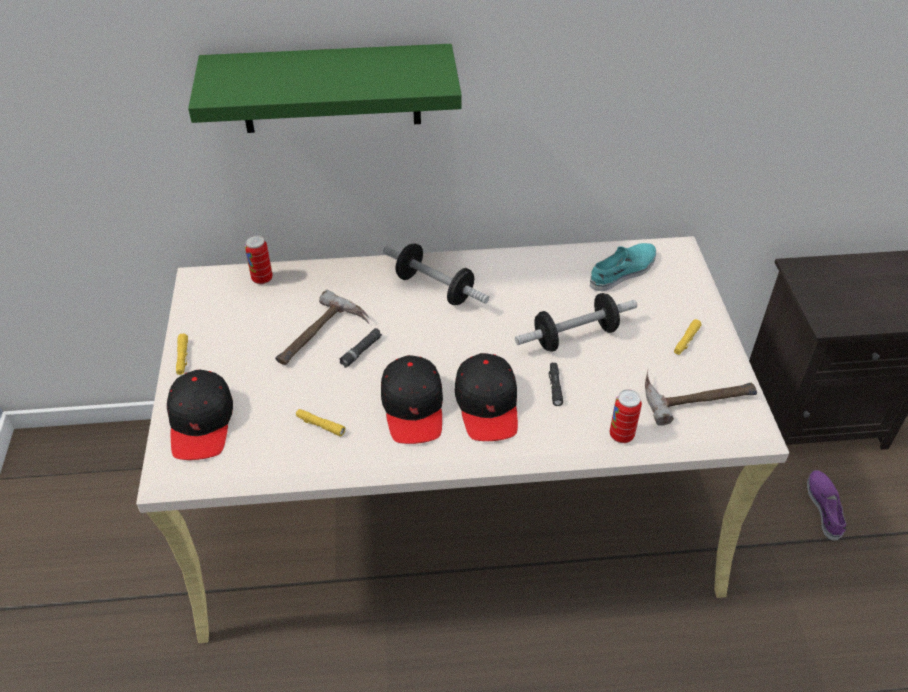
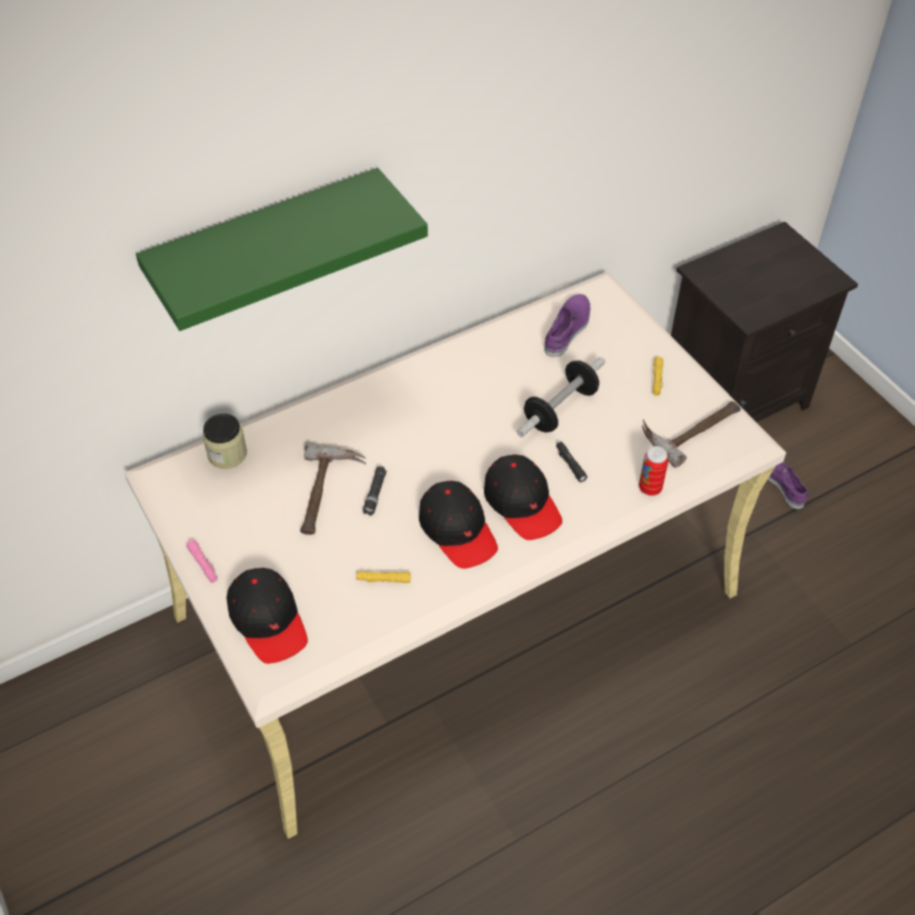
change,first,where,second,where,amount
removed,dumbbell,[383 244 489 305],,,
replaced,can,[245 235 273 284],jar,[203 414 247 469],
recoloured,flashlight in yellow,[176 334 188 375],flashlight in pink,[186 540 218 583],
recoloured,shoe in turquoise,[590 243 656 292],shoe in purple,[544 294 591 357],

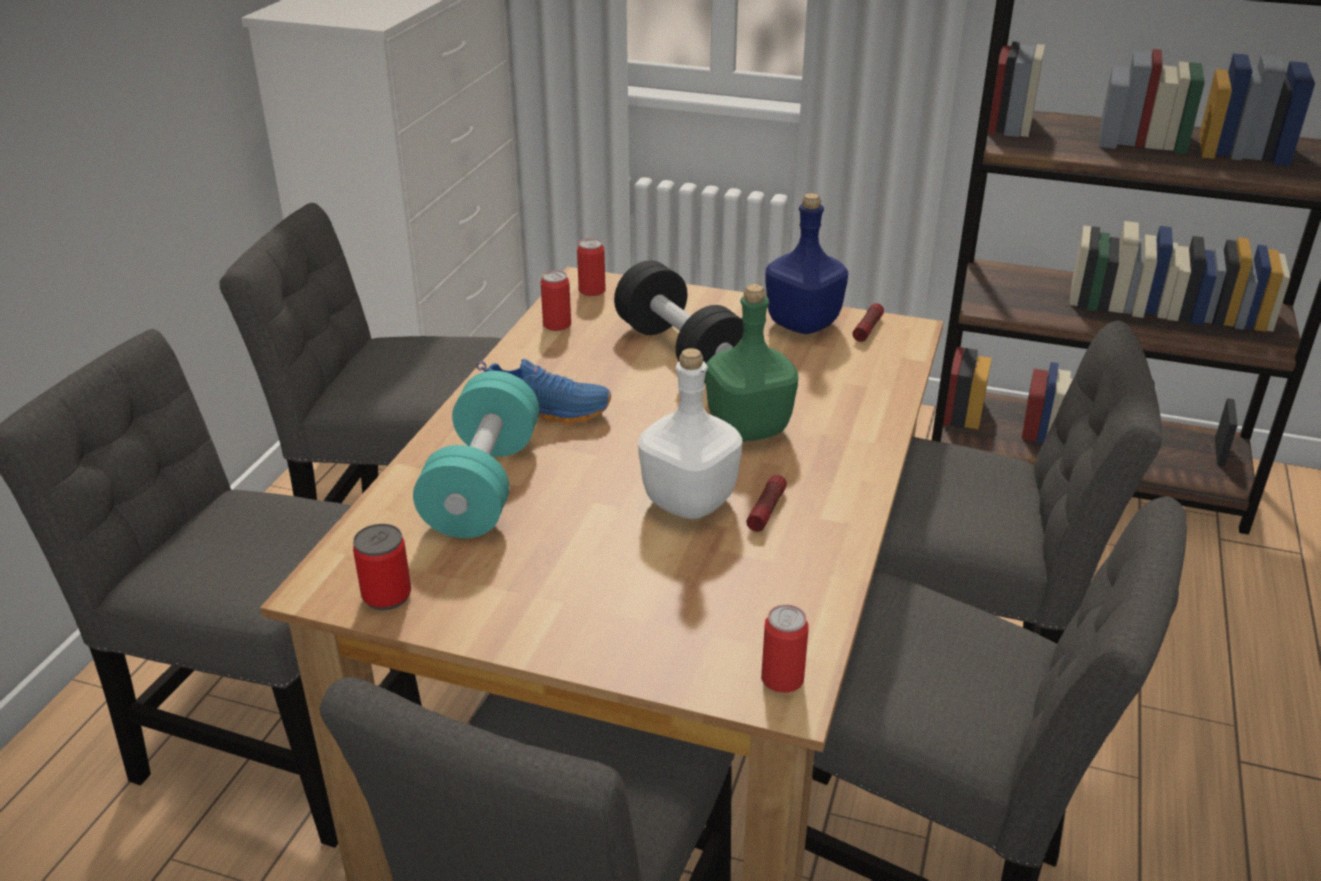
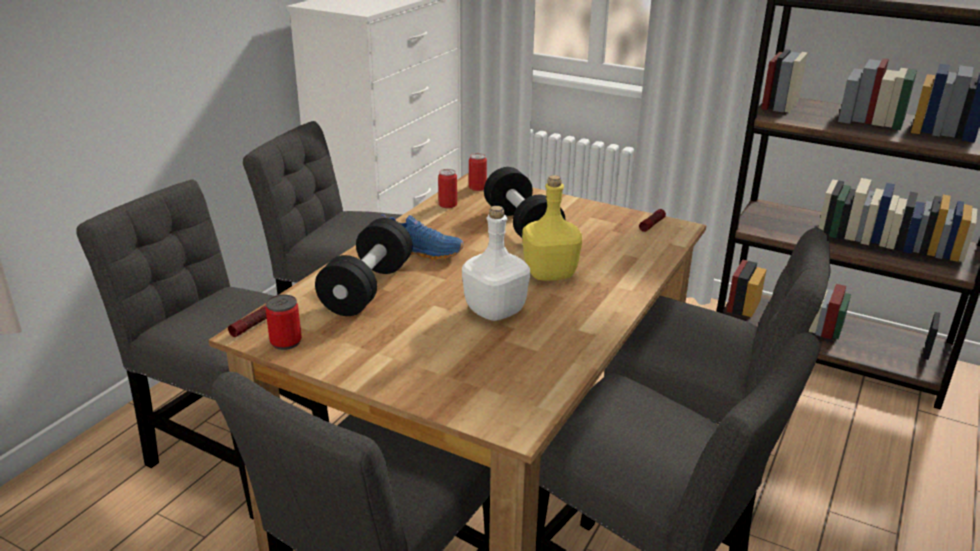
change,first,where,second,where,amount
removed,can,[761 604 808 693],,,
removed,bottle in blue,[765 193 848 334],,,
moved,flashlight,[746 475 787 532],,[228 305 267 337],
recoloured,dumbbell in turquoise,[413 371 539 538],dumbbell in black,[315 218 413 316],
recoloured,bottle in green,[705 284 798 441],bottle in yellow,[522 175 582 281],

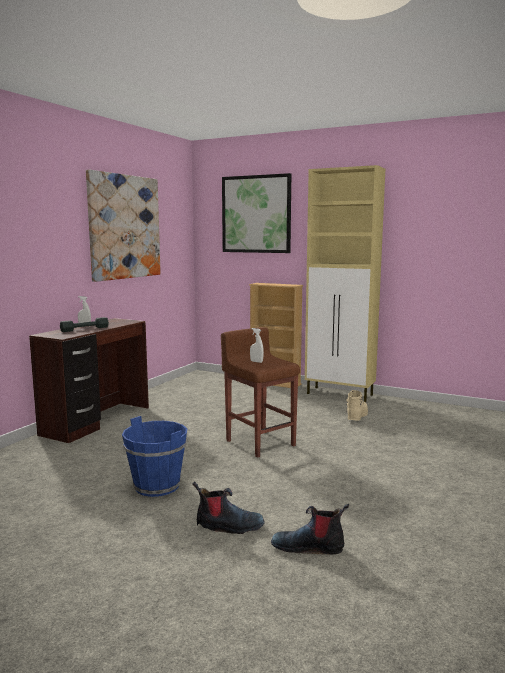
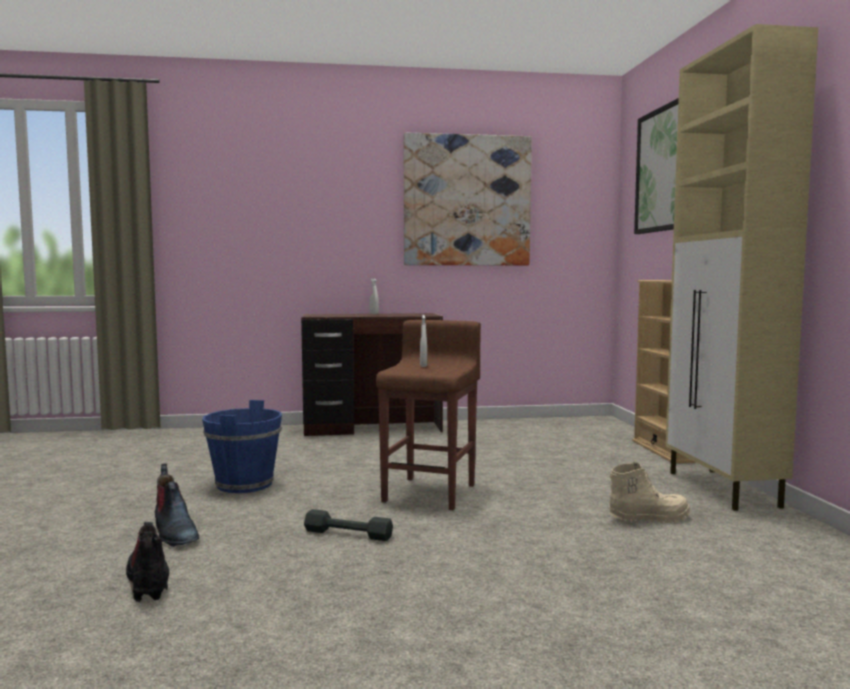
change,first,where,second,where,amount
moved,dumbbell in grey,[60 317 109 332],,[304 509 393 541],

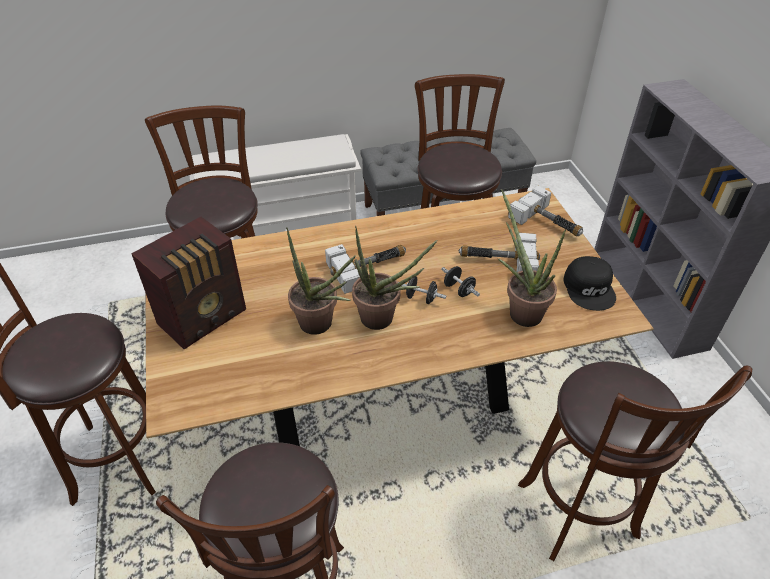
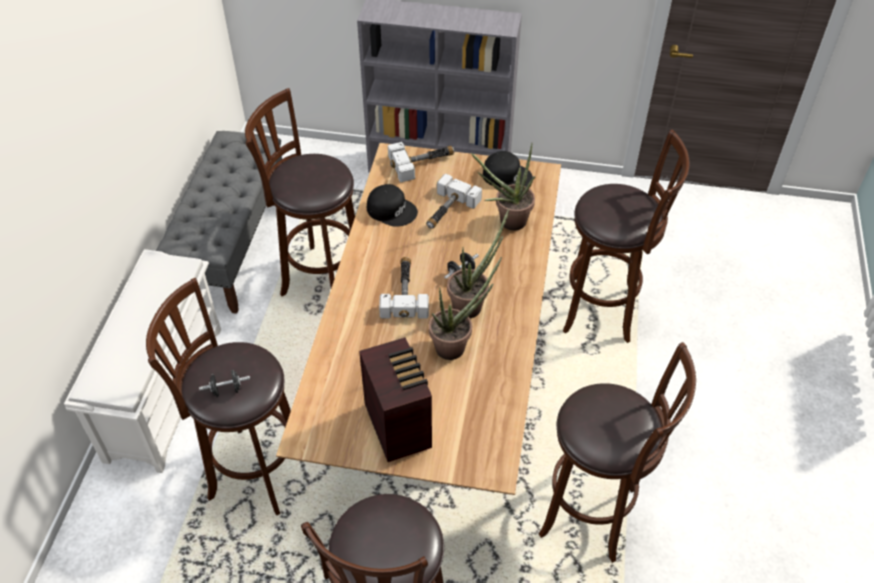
change,first,where,second,where,amount
added,,,cap in black,[367 184 418 227],
moved,dumbbell in black,[441 266 480 297],,[199 370 250 397],

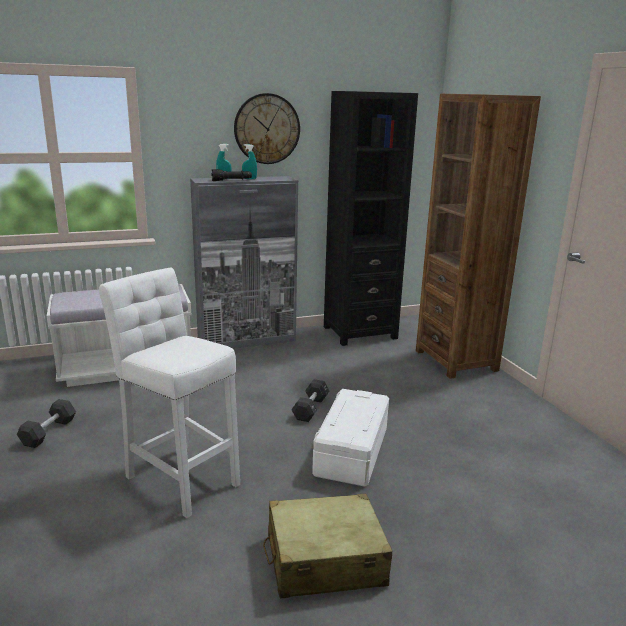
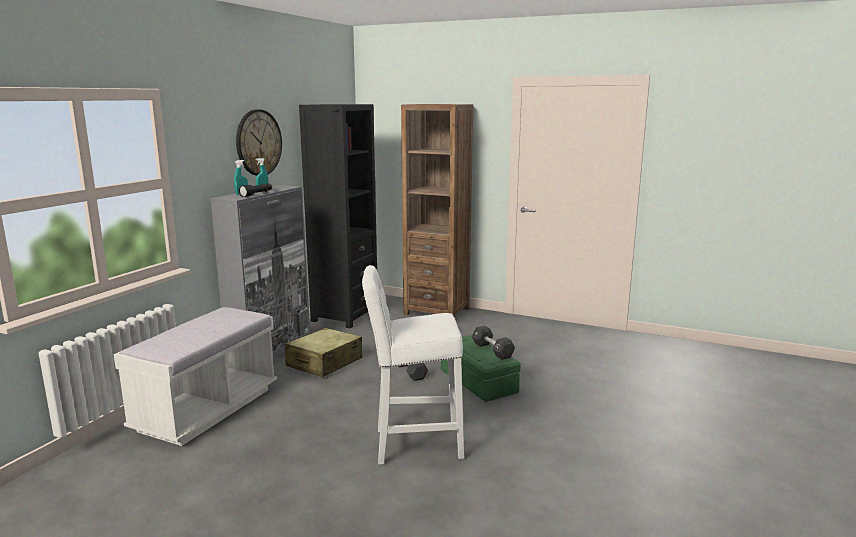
change,first,where,second,where,amount
moved,dumbbell in black,[17 399 76 448],,[472 326 515 360],
moved,suitcase in beige,[263 494 393 599],,[285 328 363 377],
recoloured,storage box in white,[312 389 389 487],storage box in green,[441 335 521 402],

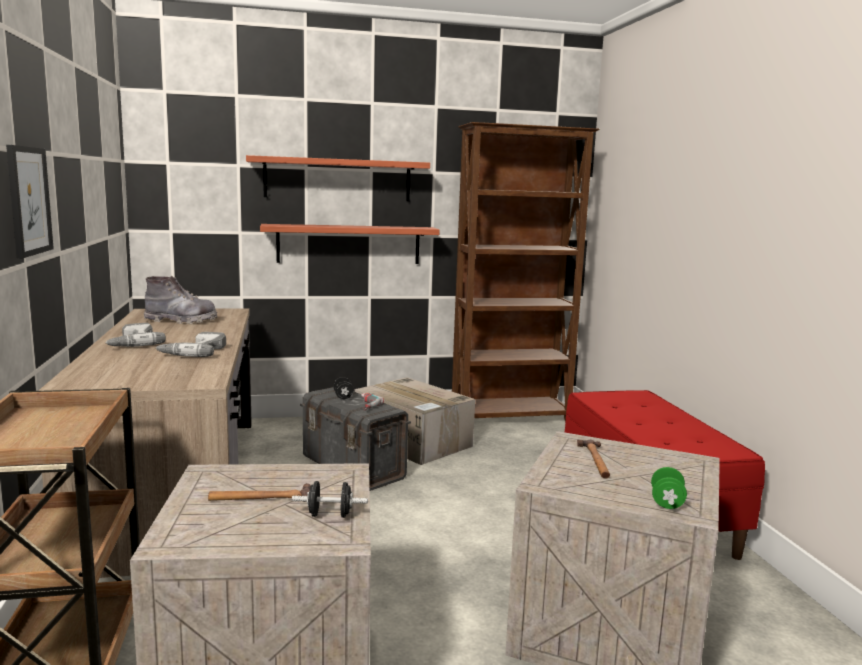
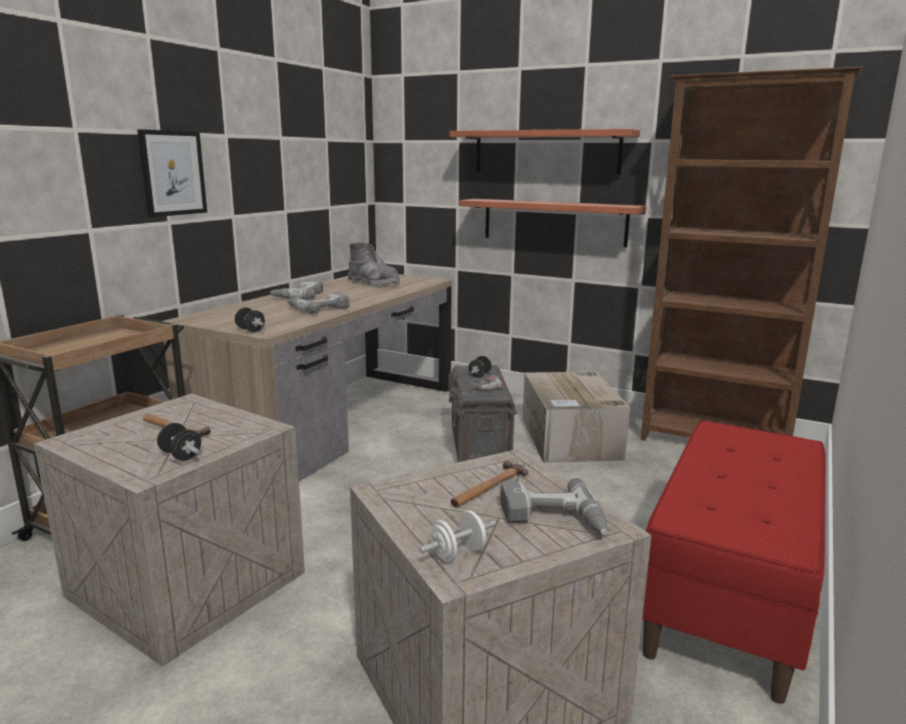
change,first,where,second,where,amount
added,,,dumbbell in black,[235 307 265 332],
added,,,power drill,[500 478 608 534],
recoloured,dumbbell in green,[651 467 687 509],dumbbell in white,[419 510 496 562],

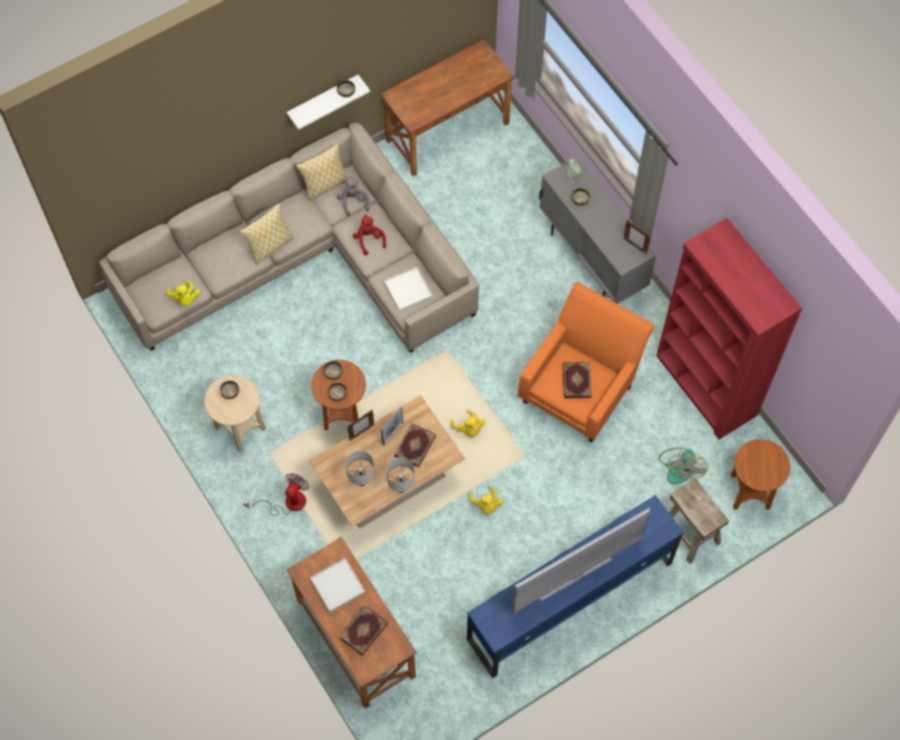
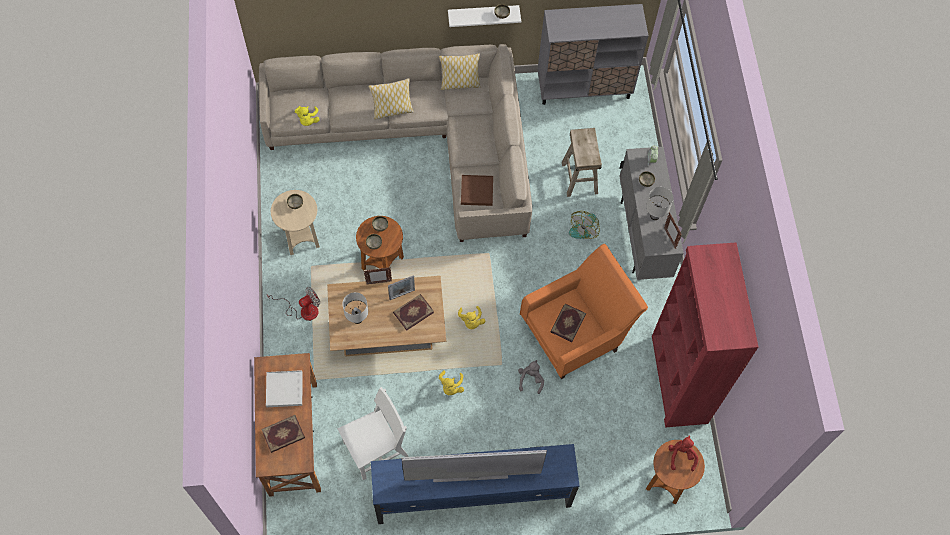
change,first,where,second,where,amount
added,,,chair in white,[337 387 409 480],
moved,plush toy in grey,[337 176 370 217],,[518 360 544 394],
moved,plush toy in red,[353 214 386 255],,[668 436 698 471],
moved,table lamp in white,[386 457 415 493],,[646 187 674 220],
moved,fan,[659 448 708 484],,[569 211 600 239],
moved,stool in beige,[669 478 729 564],,[562 128 602 197],
replaced,desk in brown,[380 39 514 176],cabinet in grey,[537 4 649 105],
recoloured,tray in white,[384 267 433 312],tray in brown,[461 175 493 206],

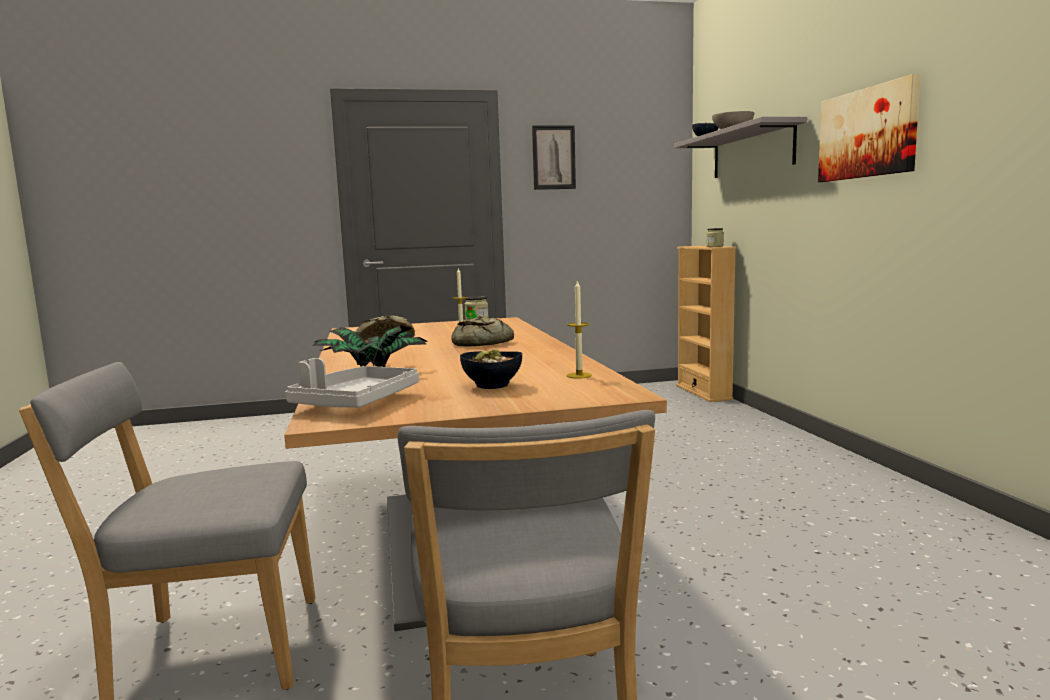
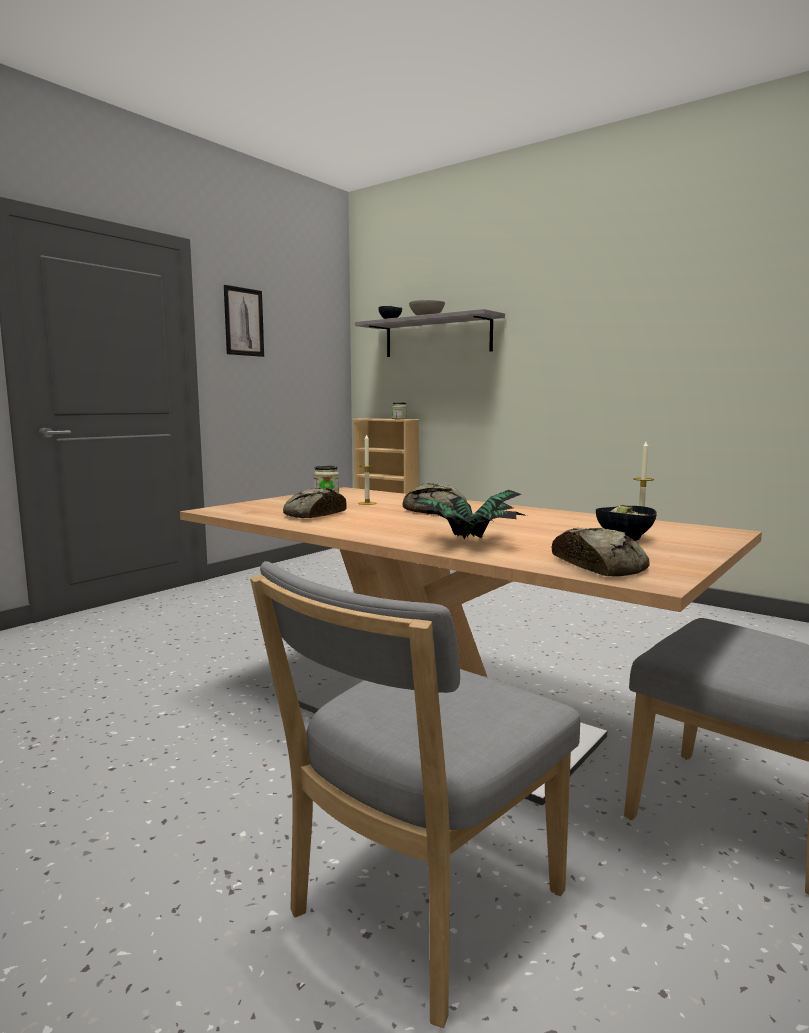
change,first,where,second,where,amount
removed,picture,[818 74 921 182],,,
replaced,tray in grey,[285 358 419 408],bread,[551 528 650 577],

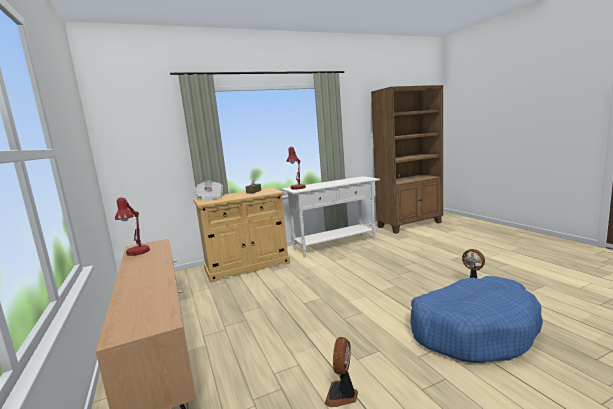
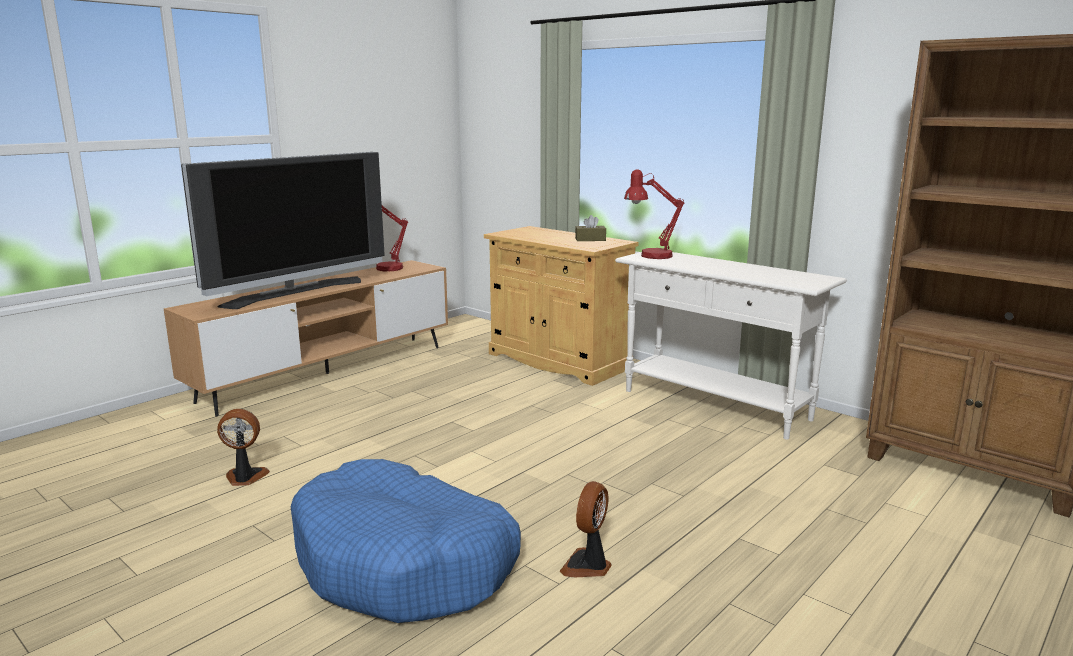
change,first,where,second,where,amount
removed,newspaper,[195 181 223 201],,,
added,,,television,[181 152 385 309],

